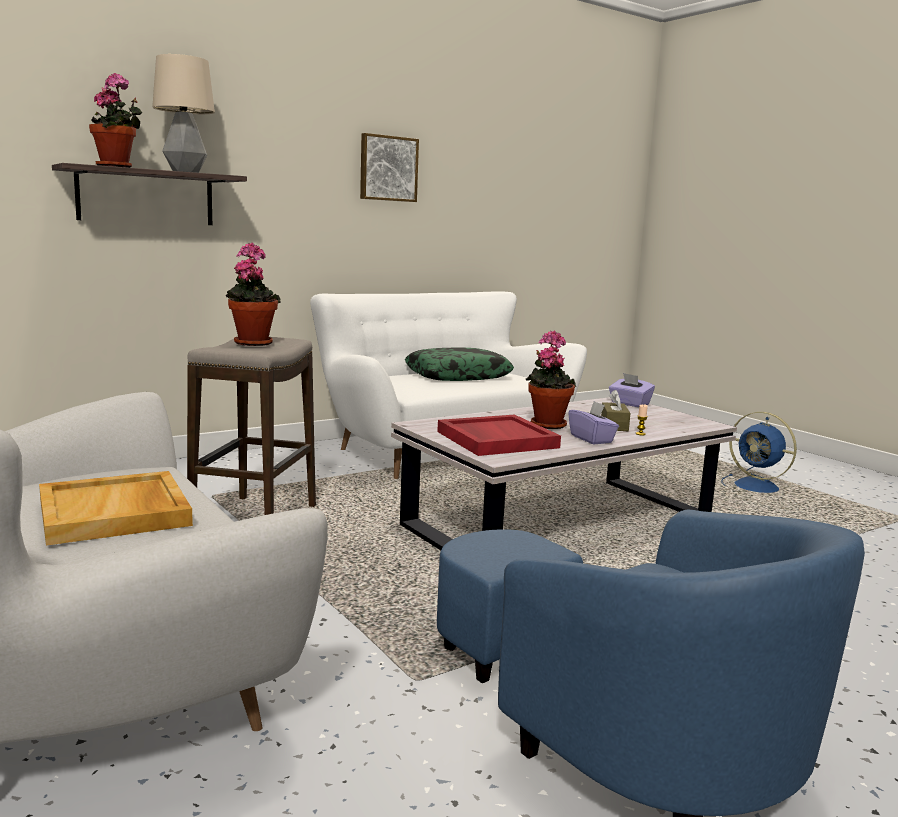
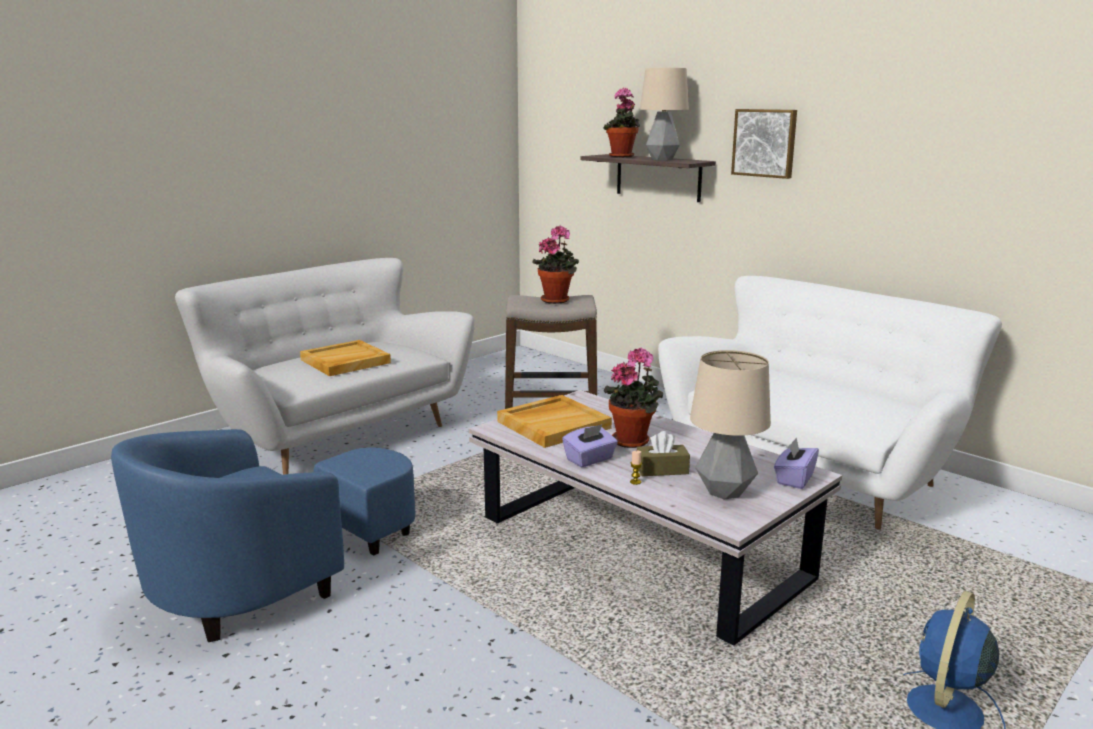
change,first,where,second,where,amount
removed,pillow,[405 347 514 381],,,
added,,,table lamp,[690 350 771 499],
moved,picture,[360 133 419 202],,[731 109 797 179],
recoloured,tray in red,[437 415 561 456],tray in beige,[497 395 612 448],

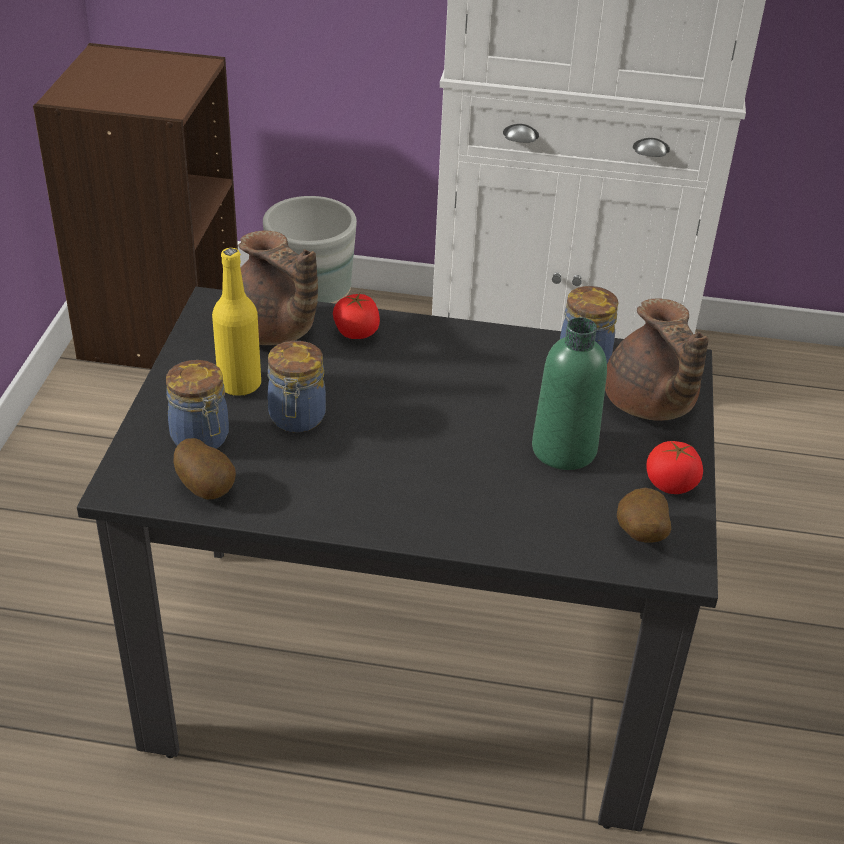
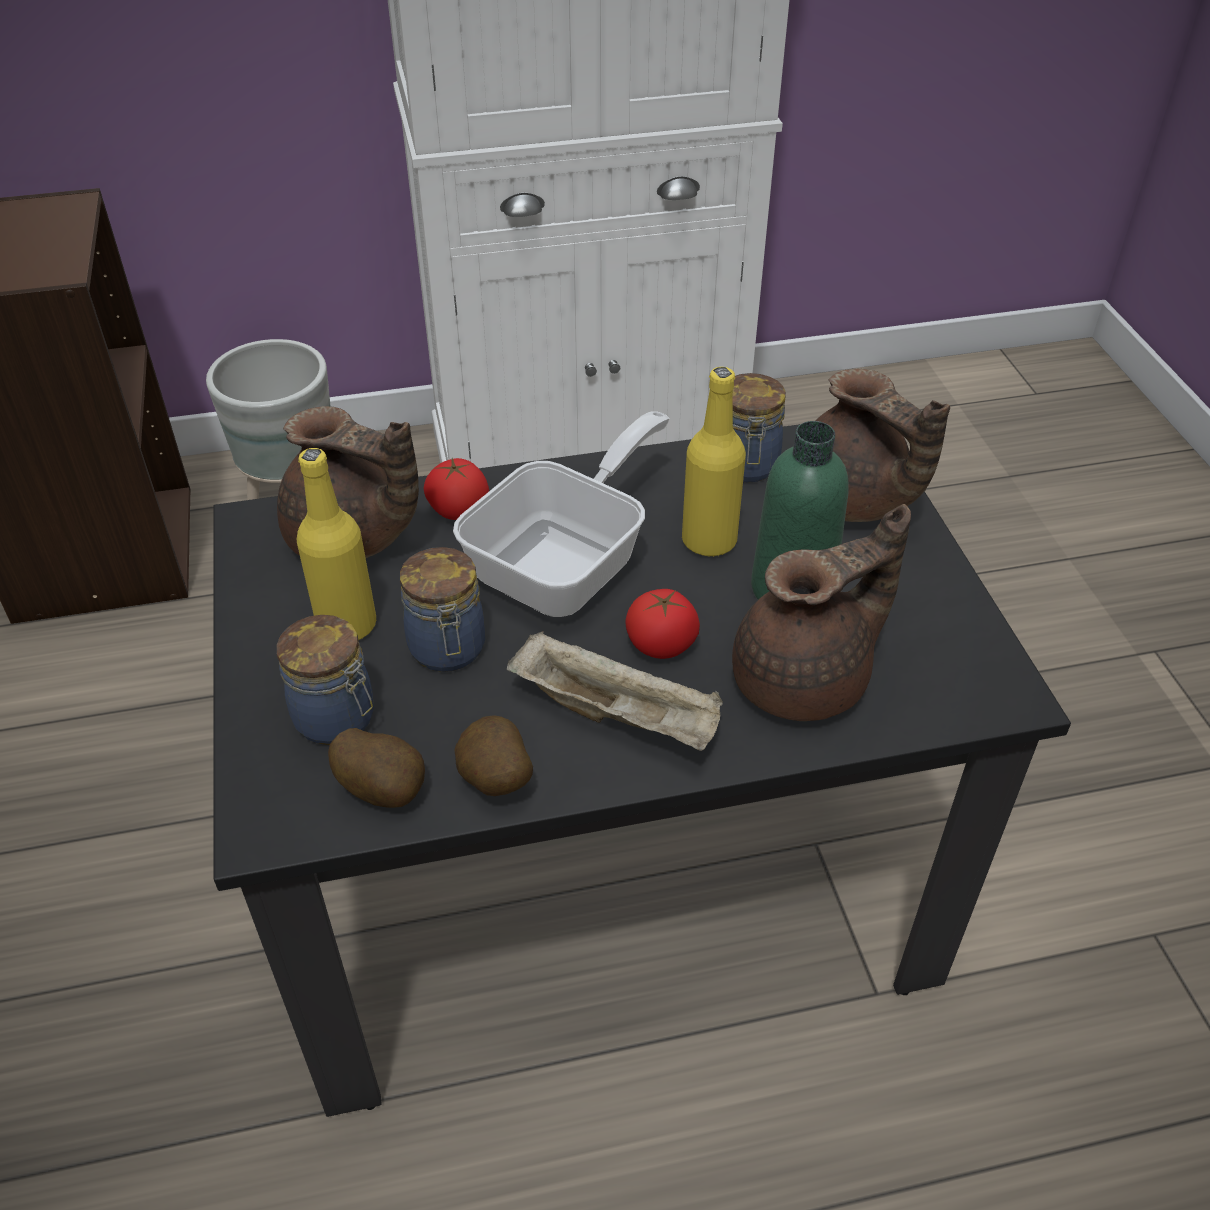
change,first,where,second,where,amount
added,,,frying pan,[453 411 670 617],
added,,,tray in beige,[507 631 723 751],
added,,,bottle in yellow,[682 367 746 557],
added,,,teapot in brown,[732 504 911 721],
moved,potato,[617 488 671 543],,[455 715 533 796],
moved,tomato,[646 441 703 494],,[626 589 700 659],

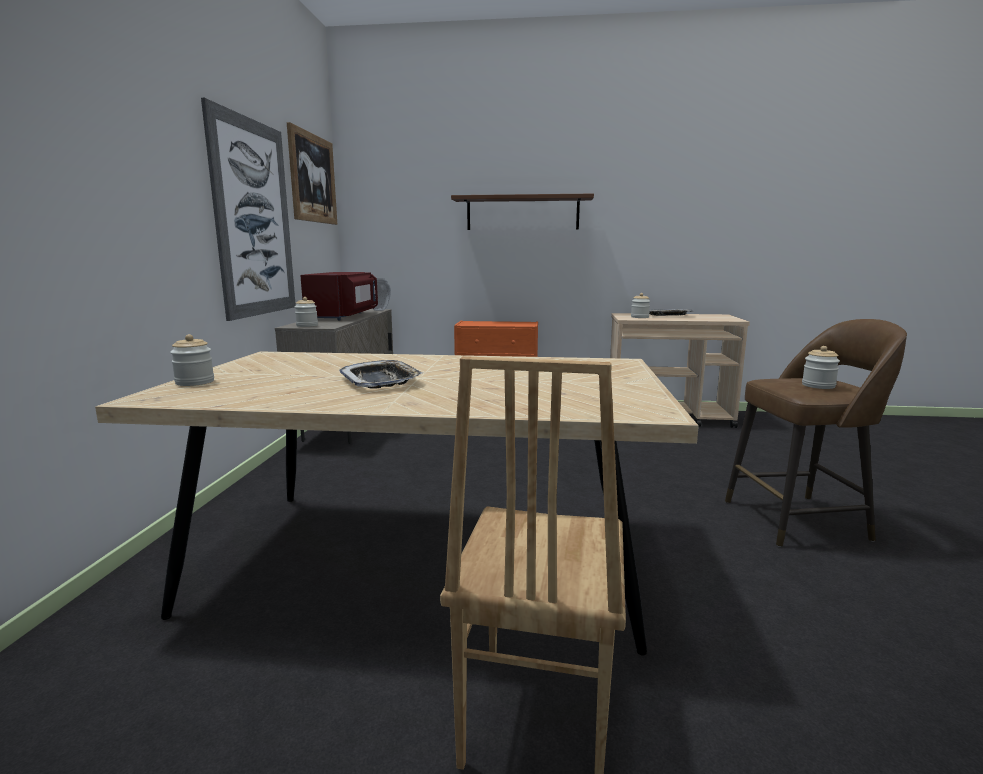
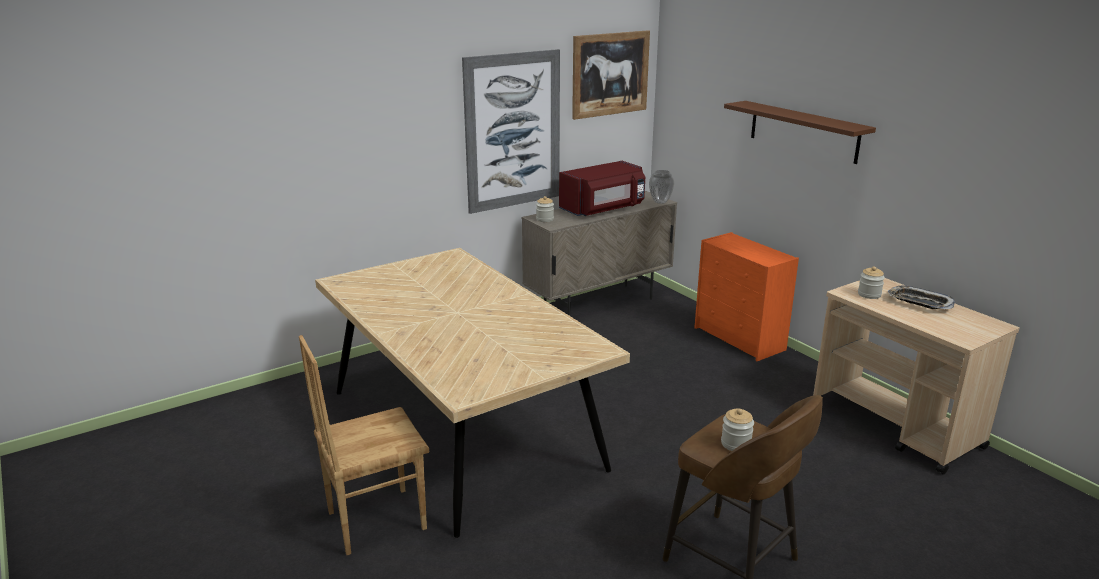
change,first,where,second,where,amount
removed,jar,[170 334 214 386],,,
removed,tray,[339 360 423 389],,,

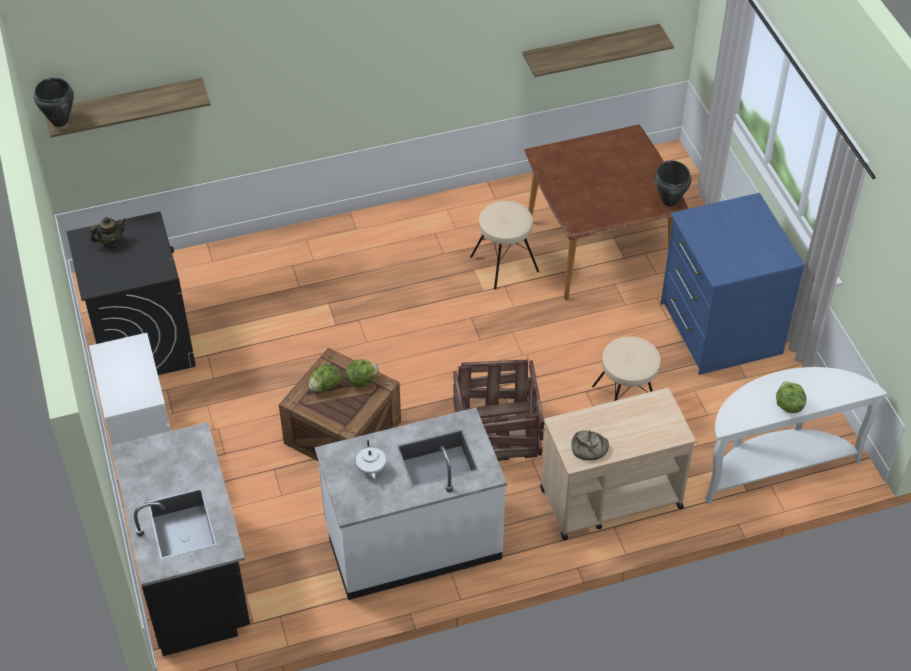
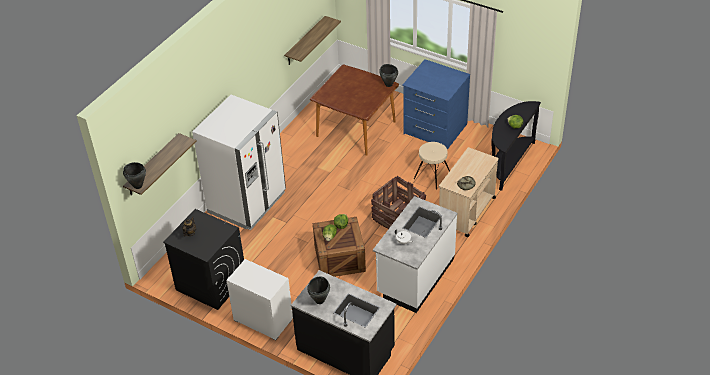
change,first,where,second,where,amount
removed,stool in beige,[470 201 539 290],,,
added,,,fridge in white,[192 95 286 230],
added,,,cooking pot in black,[307 276 330 304],
recoloured,console table in white,[705 367 887 504],console table in black,[491 101 541 191],

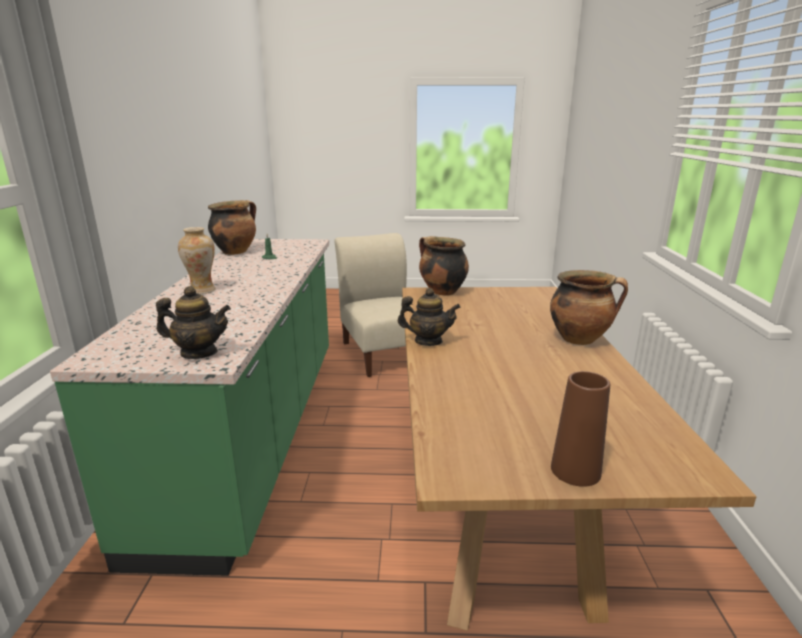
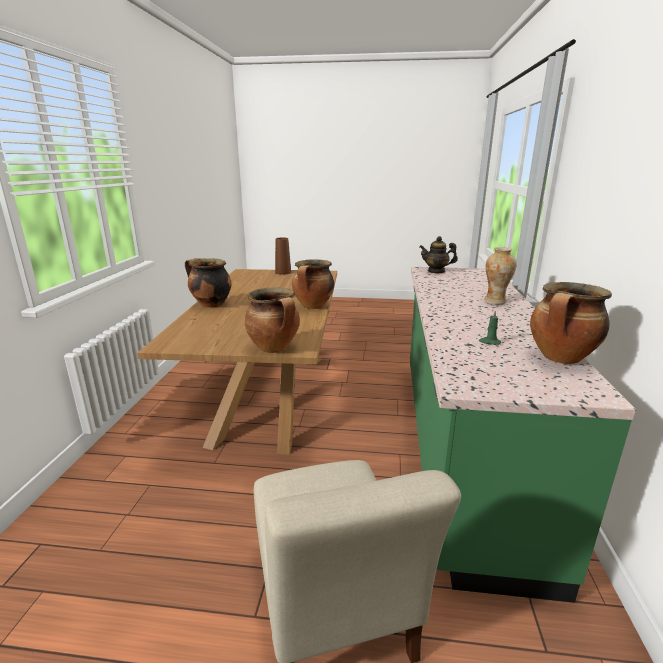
change,first,where,second,where,amount
replaced,teapot,[398 288 461 346],cooking pot,[292 259 334 309],

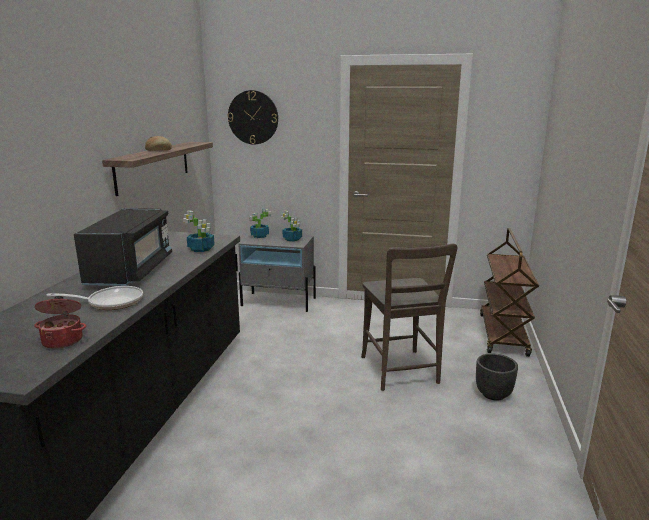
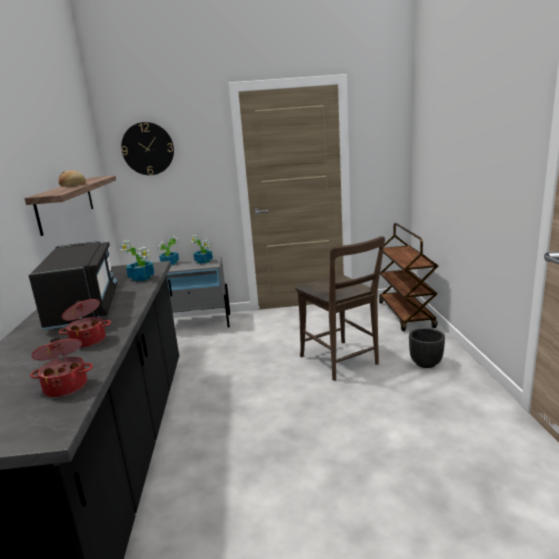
change,first,where,second,where,amount
replaced,frying pan,[46 286 143 310],cooking pot,[59 299 111 348],

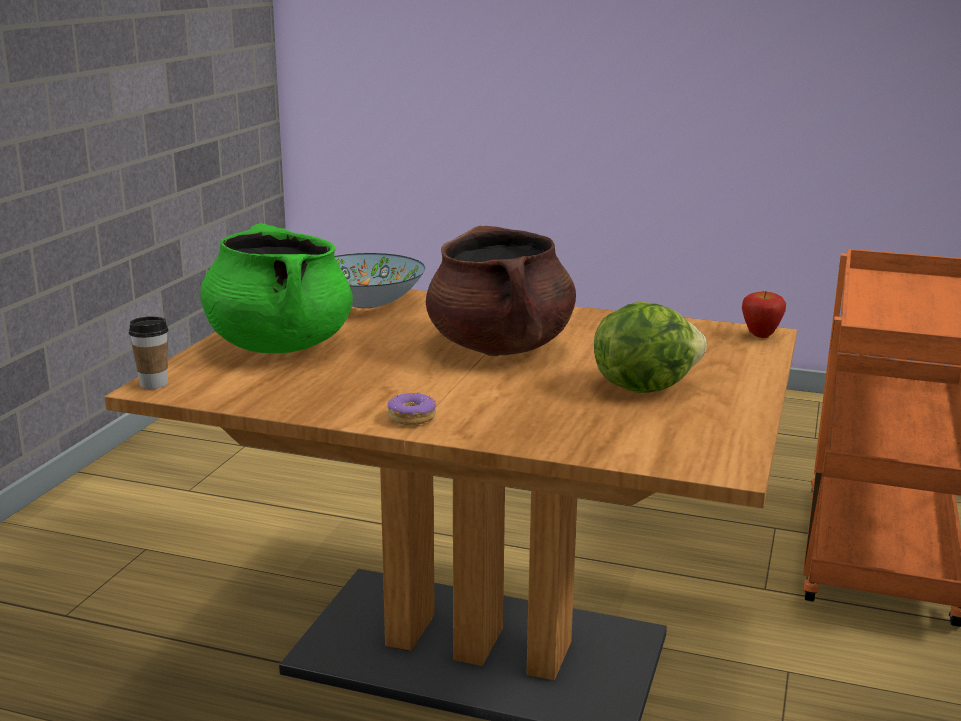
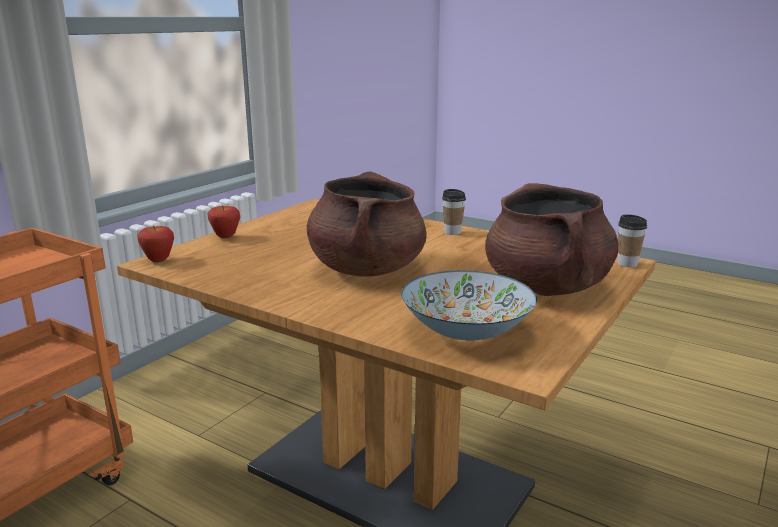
change,first,where,second,where,amount
removed,lettuce,[594 302 707 393],,,
added,,,apple,[207 205 240 238],
replaced,donut,[387 393 436 425],cup,[442 189 466 235],
recoloured,cooking pot in green,[200 223 353 353],cooking pot in brown,[485 183 618 296],

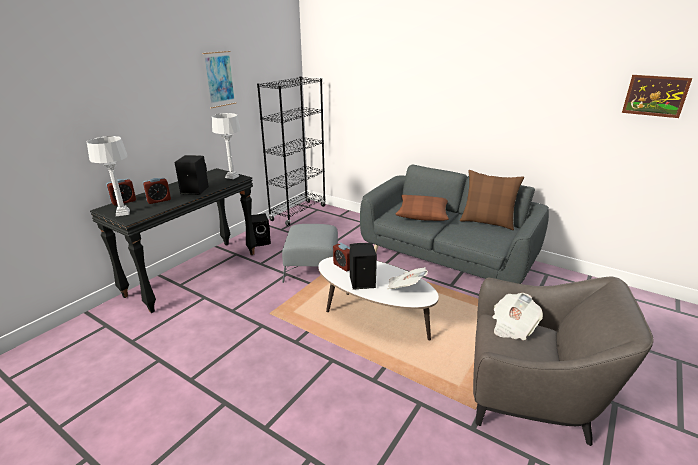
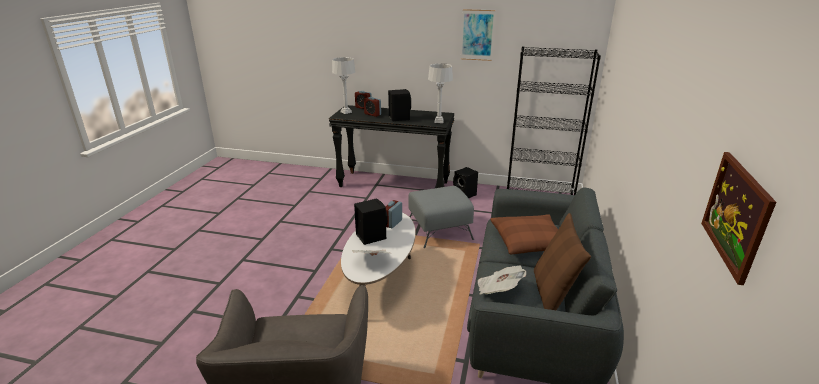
change,first,where,second,where,amount
moved,newspaper,[492 293 543 340],,[478 266 526 295],

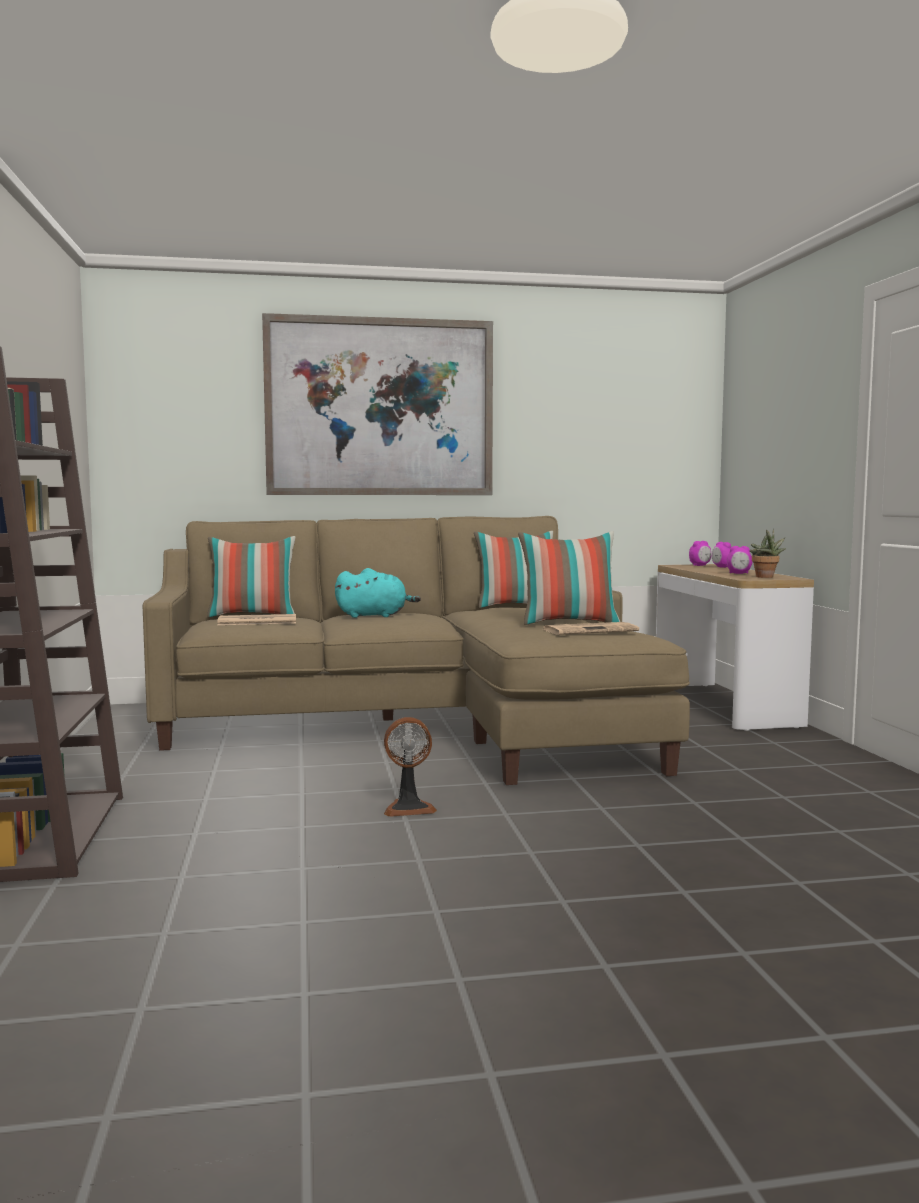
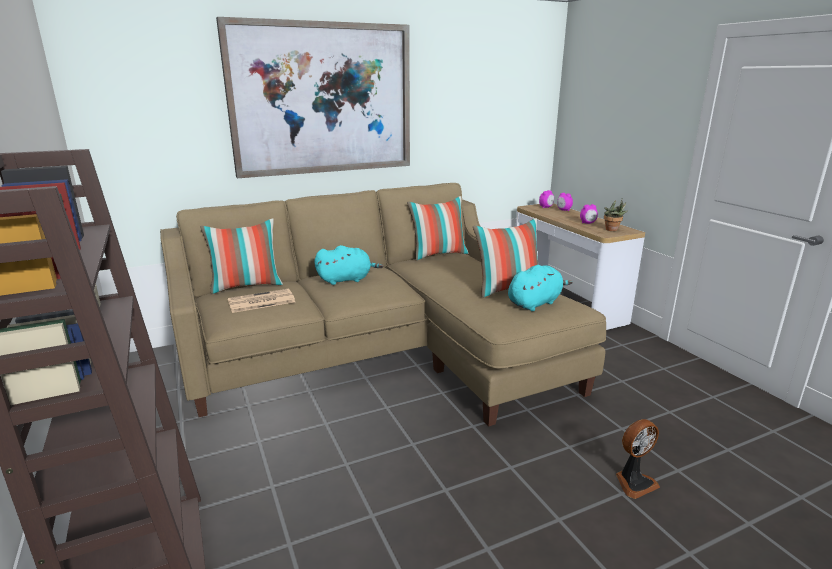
change,first,where,second,where,amount
moved,fan,[384 717 437 817],,[616 419 660 499],
replaced,newspaper,[542 622 639 635],plush toy in turquoise,[508 265 573 311],

